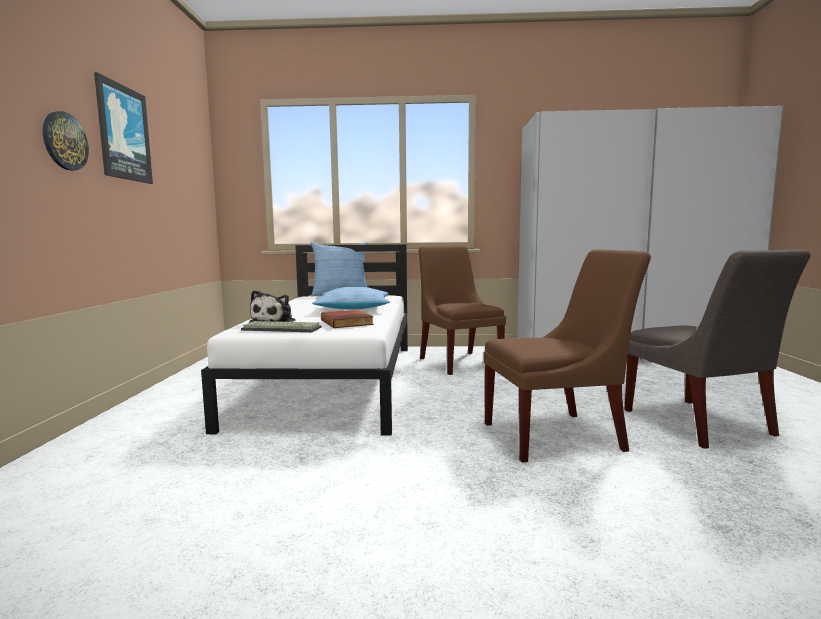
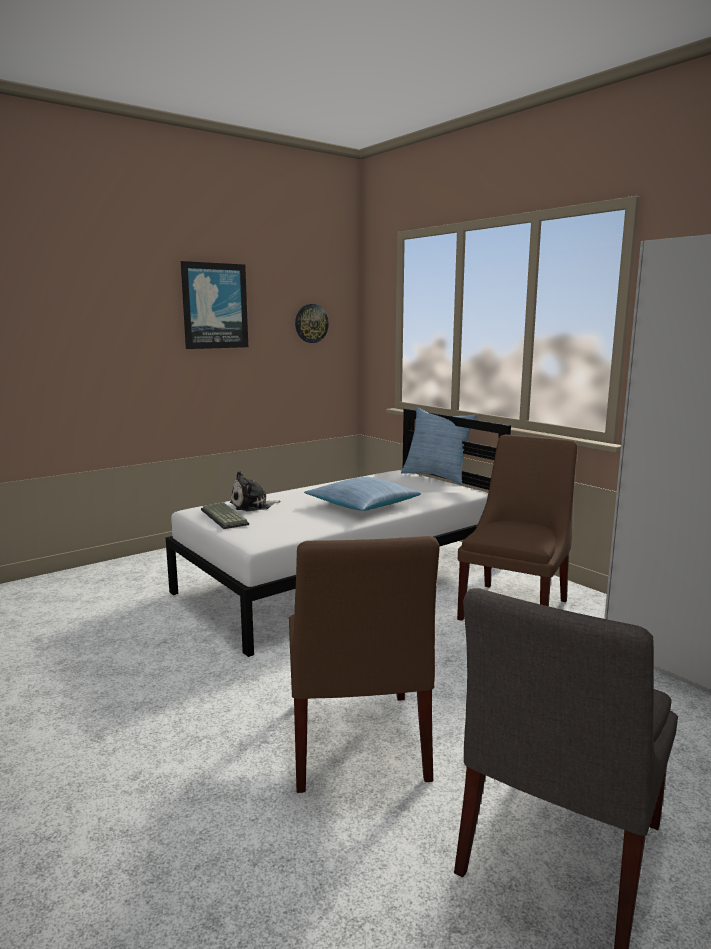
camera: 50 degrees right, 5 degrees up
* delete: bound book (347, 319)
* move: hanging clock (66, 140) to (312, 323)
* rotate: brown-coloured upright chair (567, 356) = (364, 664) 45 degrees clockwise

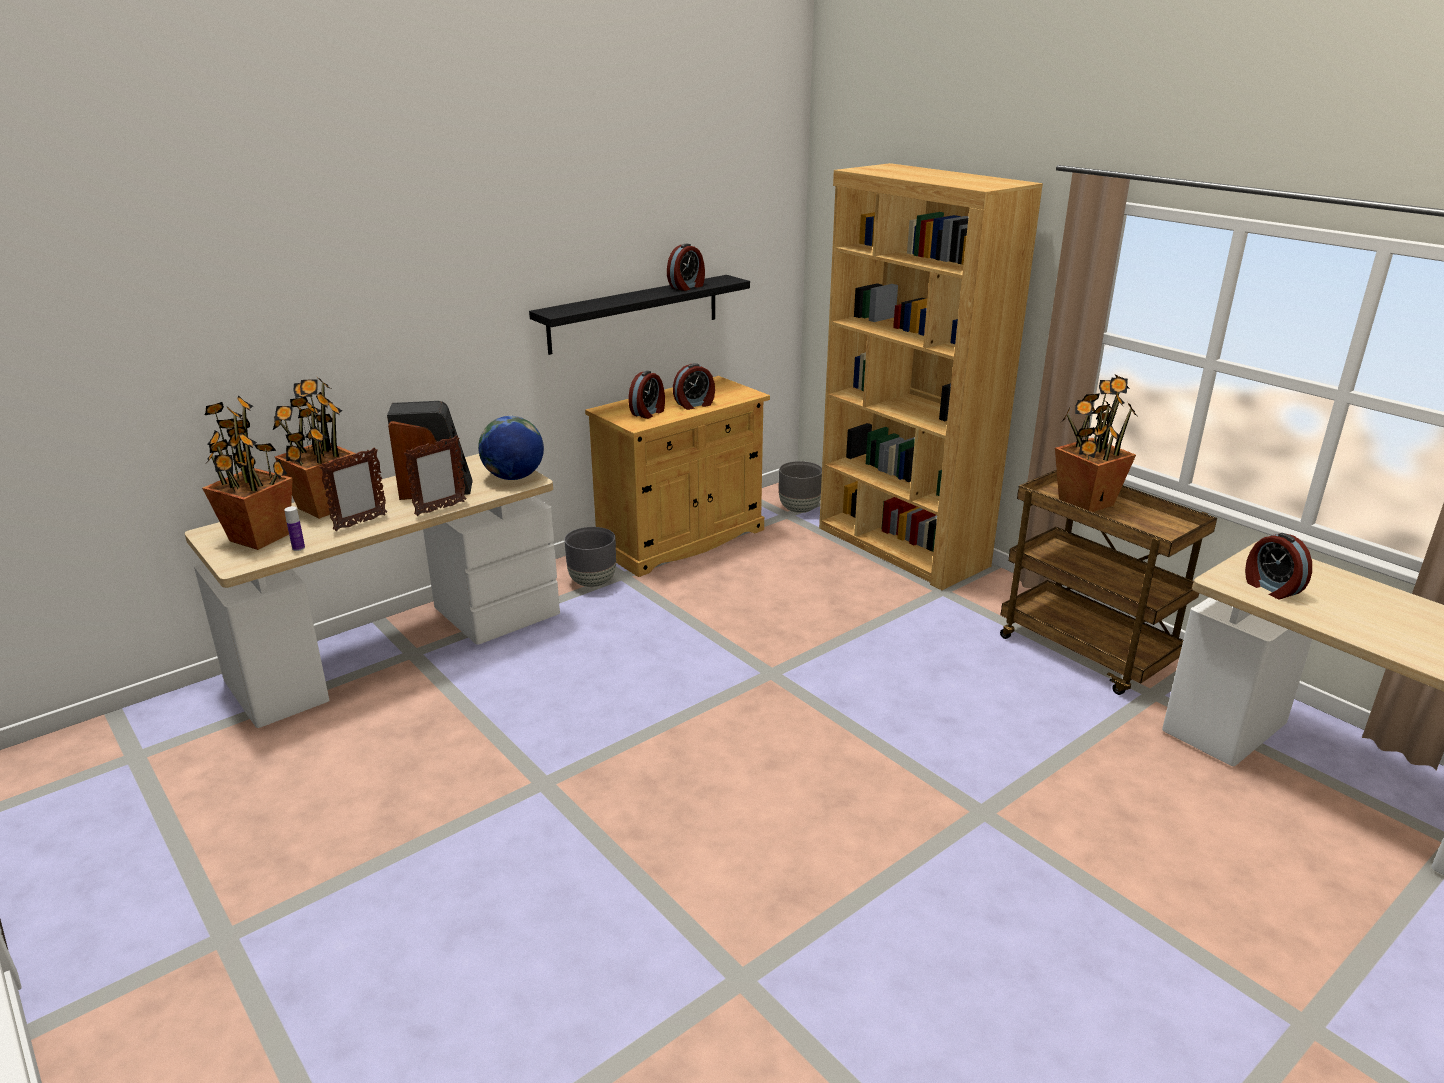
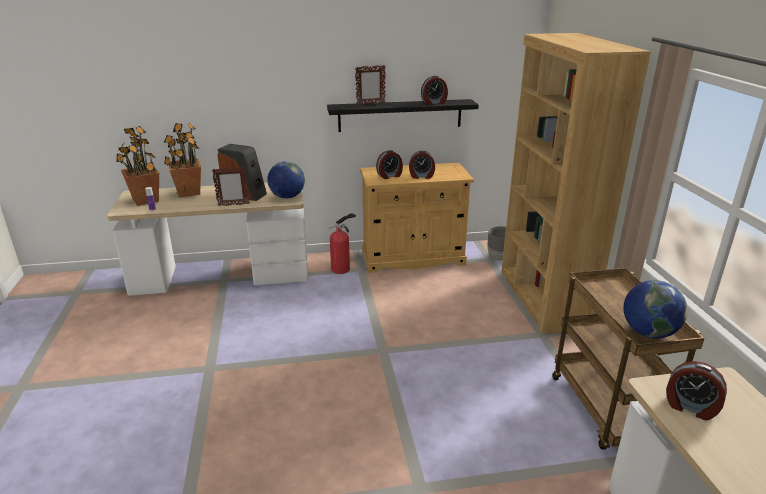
camera: 30 degrees right, 0 degrees up
* delete: plant in a pot (1096, 443)
* insert: globe (655, 309)
* move: standing frame (353, 489) to (370, 85)
* replace: greyish flower pot (590, 557) to fire-fighting cylinder (342, 243)
* rotate: table clock (1278, 566) = (696, 391) 60 degrees counterclockwise

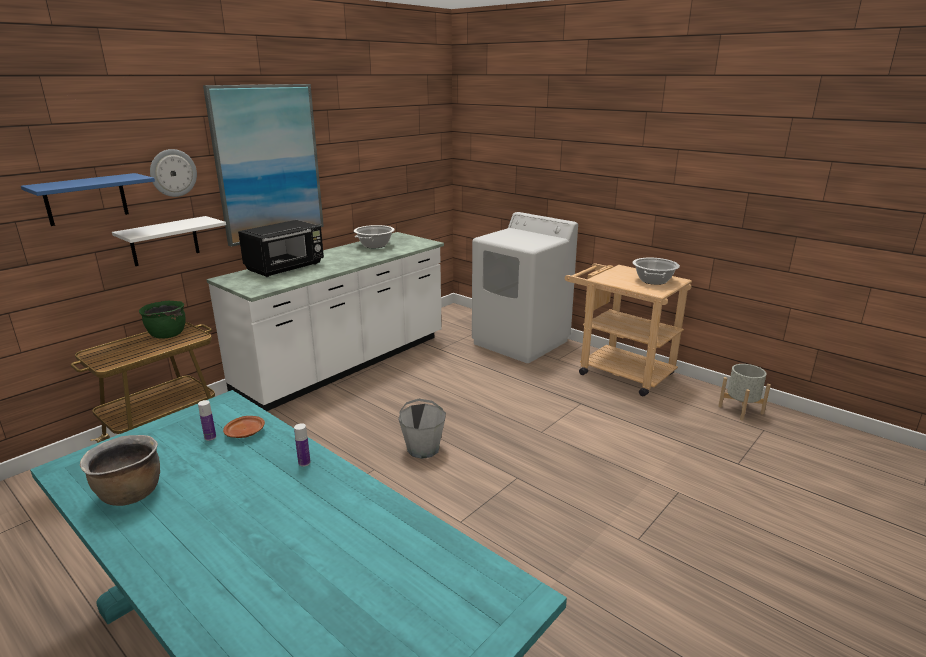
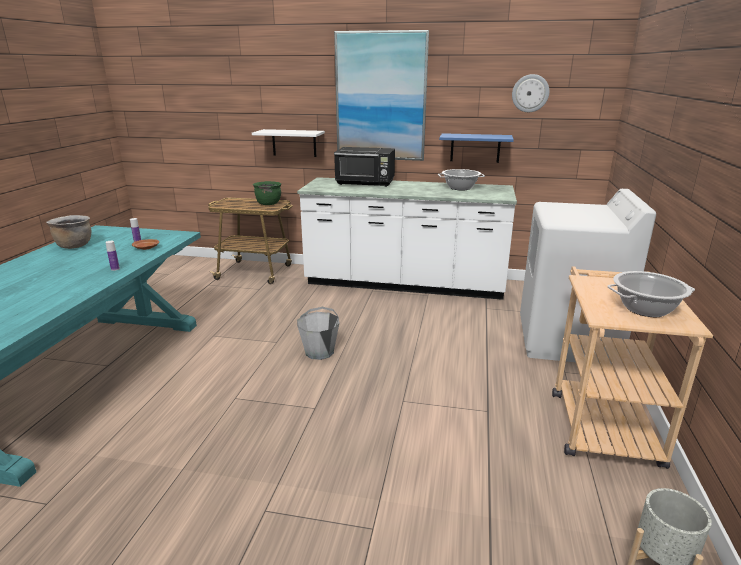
camera: 60 degrees right, 0 degrees up
* move: blue-coloured wall shelf (88, 199) to (476, 148)
* move: hanging clock (173, 173) to (530, 93)

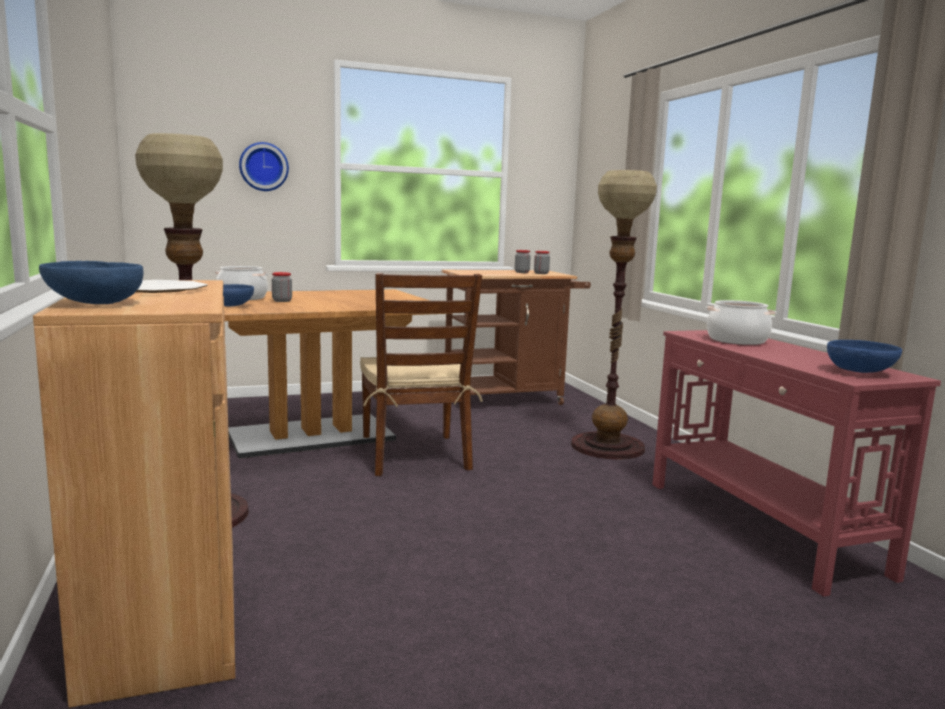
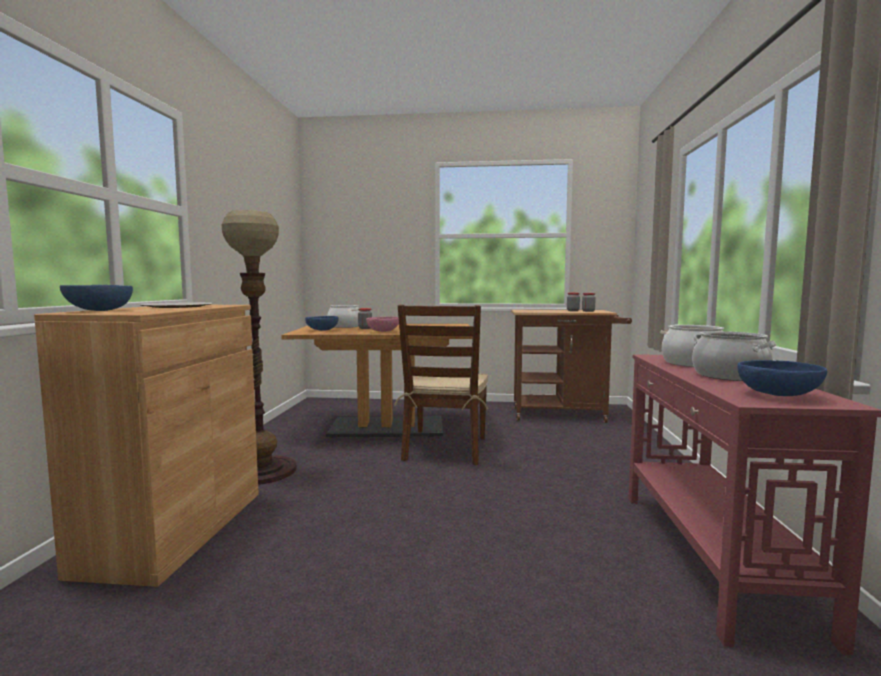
camera: 25 degrees right, 5 degrees down
* delete: hanging clock (264, 166)
* delete: standing lamp (614, 314)
* insert: pinkish deep dish (382, 324)
* insert: saucepot (734, 356)

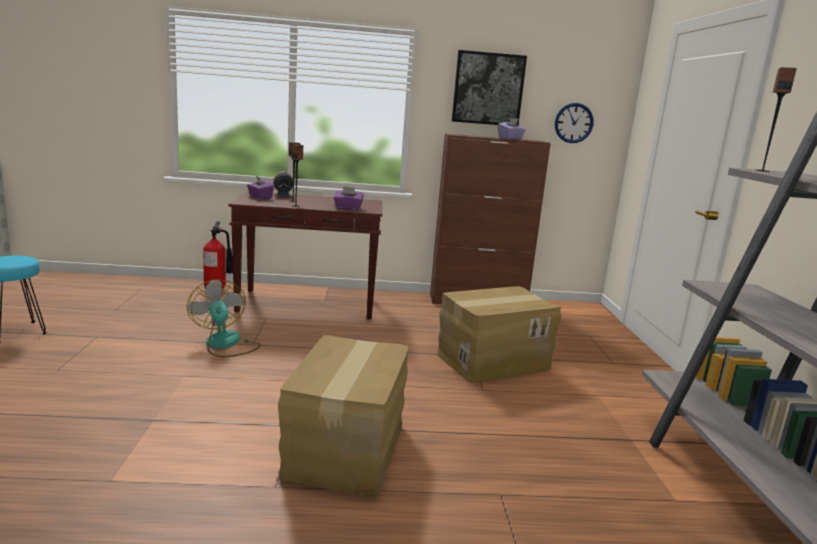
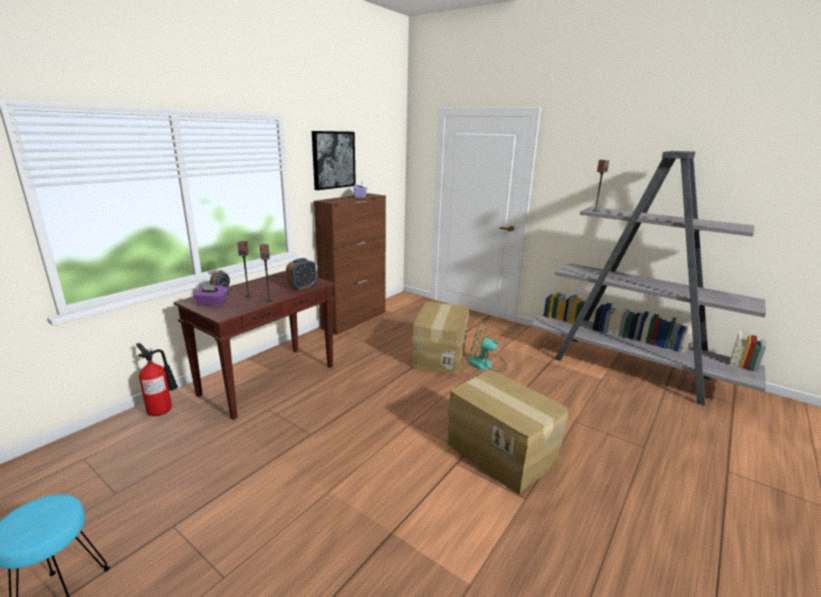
camera: 50 degrees left, 5 degrees up
* delete: hanging clock (574, 123)
* move: fan (224, 318) to (487, 347)
* replace: purple tissue holder (349, 198) to table clock (301, 274)

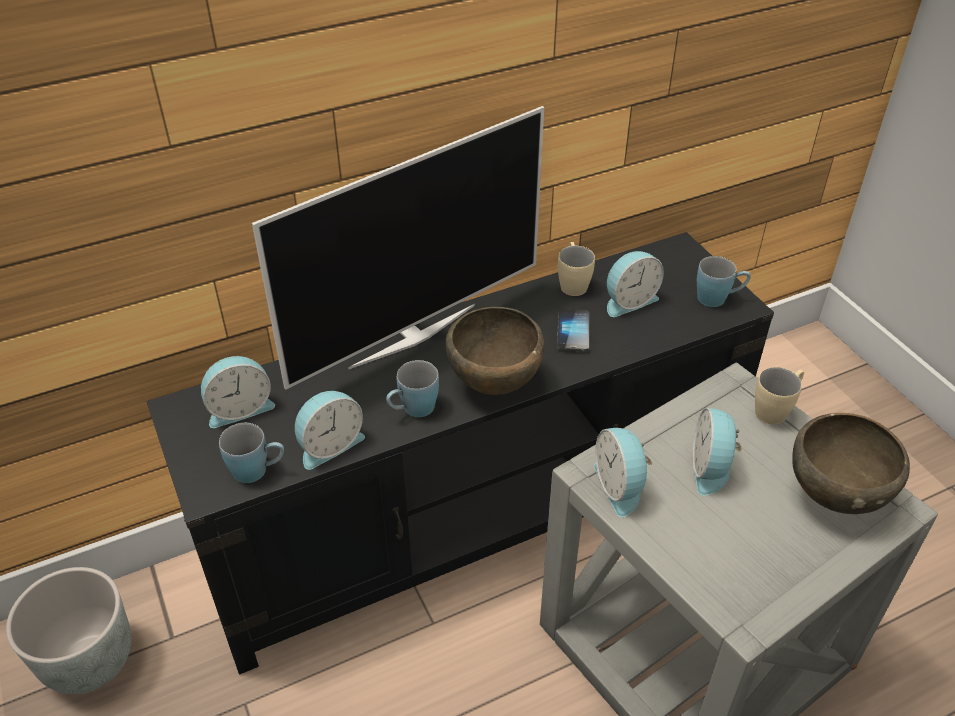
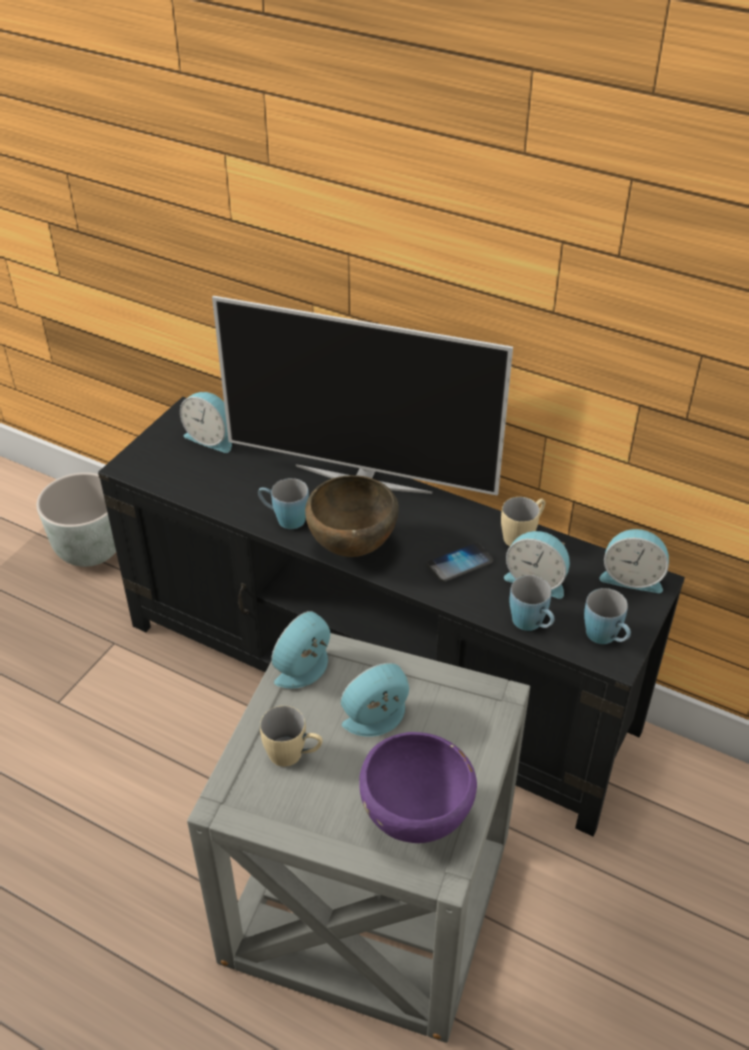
camera: 55 degrees right, 0 degrees up
* move: blue-coloured tea mug (251, 453) to (532, 603)
* move: table clock (330, 430) to (634, 561)
* move: sand-coloured tea mug (779, 396) to (291, 736)
* recolor: brown-coloured deep dish (851, 463) to purple deep dish (418, 787)

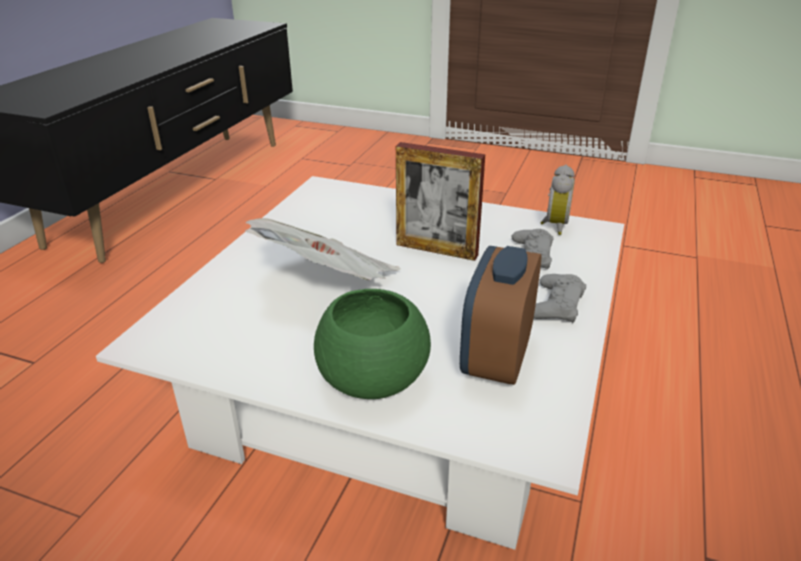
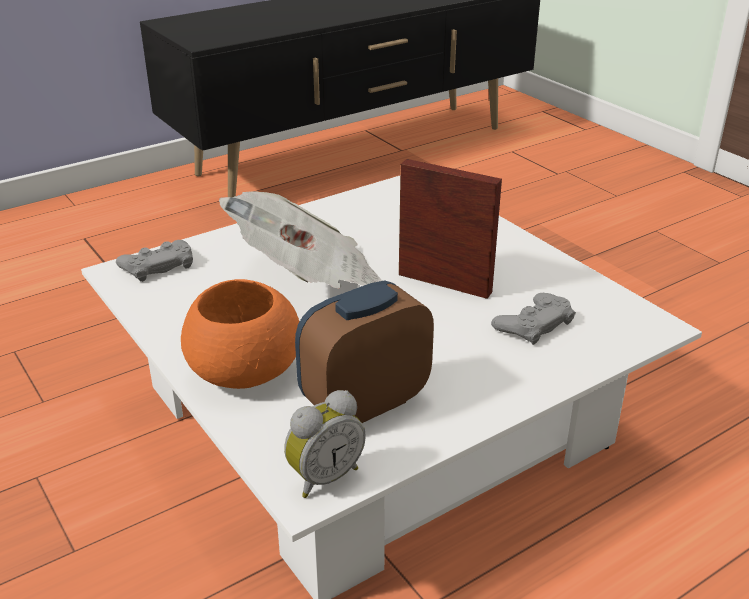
camera: 35 degrees right, 0 degrees up
* move: greyish game controller (560, 298) to (154, 261)
* move: table clock (558, 200) to (325, 444)
* recolor: green deep dish (372, 344) to orange-coloured deep dish (240, 334)
* rotate: standing frame (440, 201) = (450, 229) 150 degrees clockwise

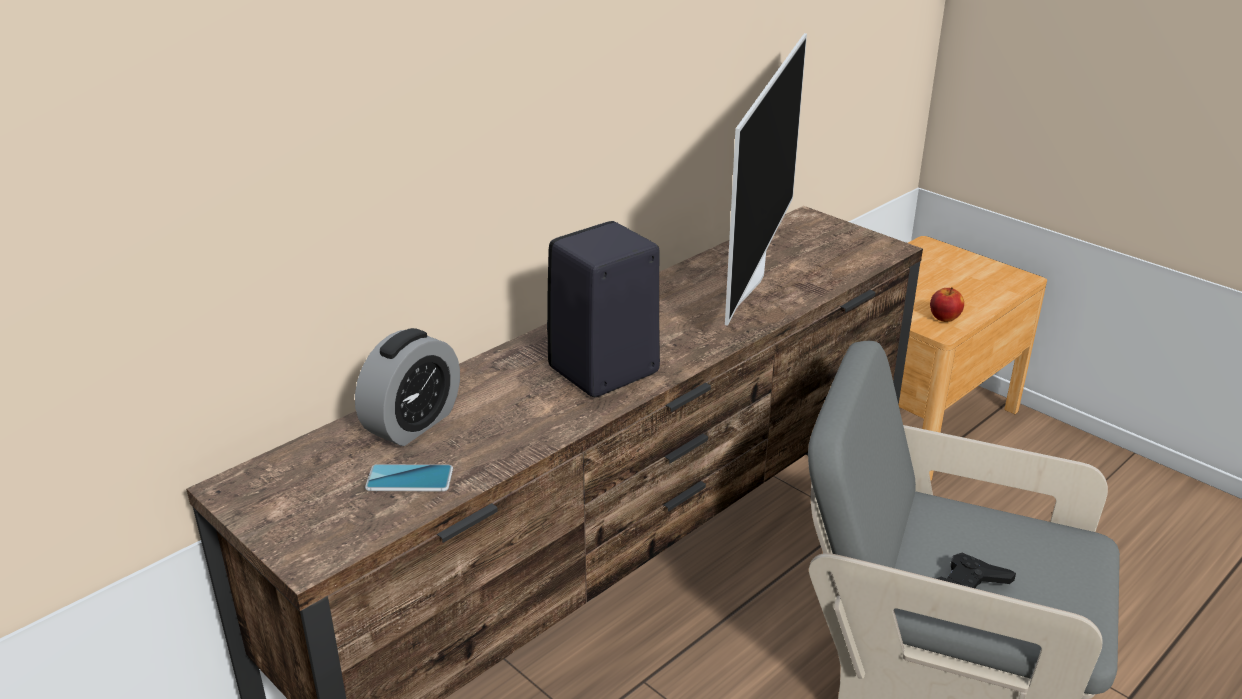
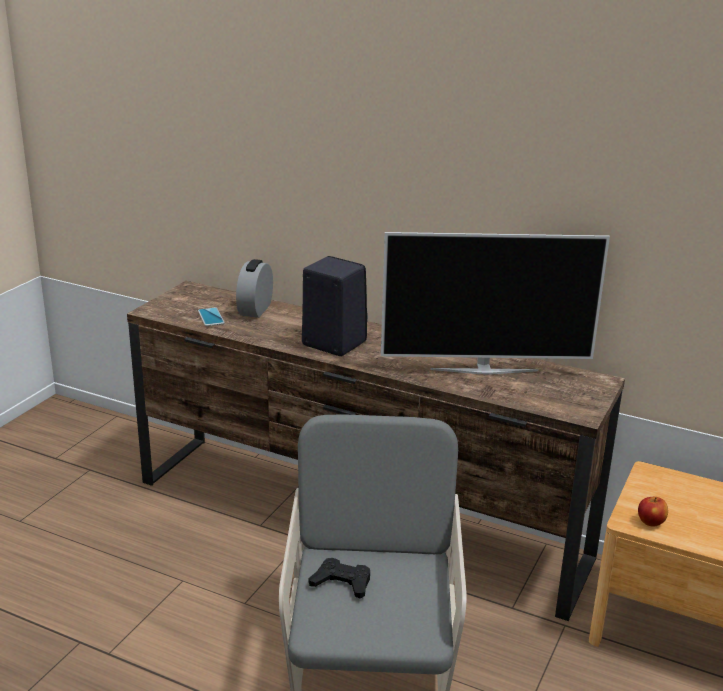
camera: 70 degrees right, 5 degrees down
* rotate: table clock (407, 387) = (254, 288) 90 degrees clockwise

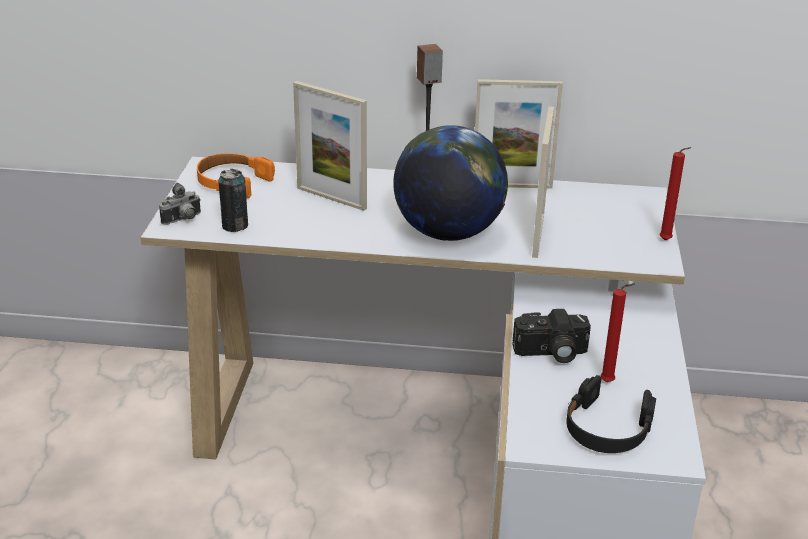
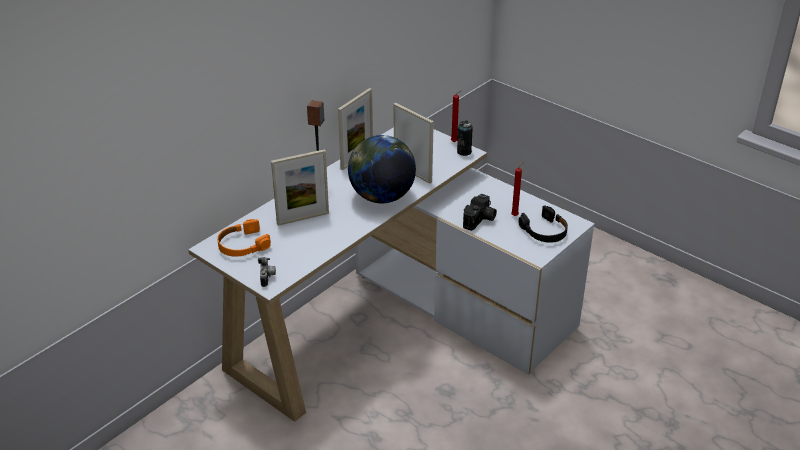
camera: 55 degrees left, 5 degrees up
* move: sealed can (233, 200) to (465, 138)

